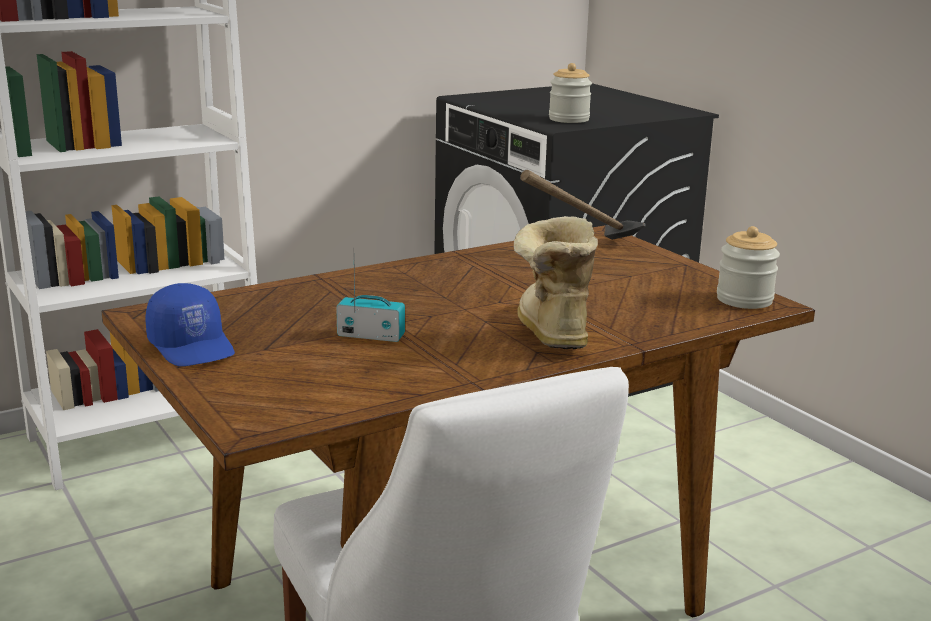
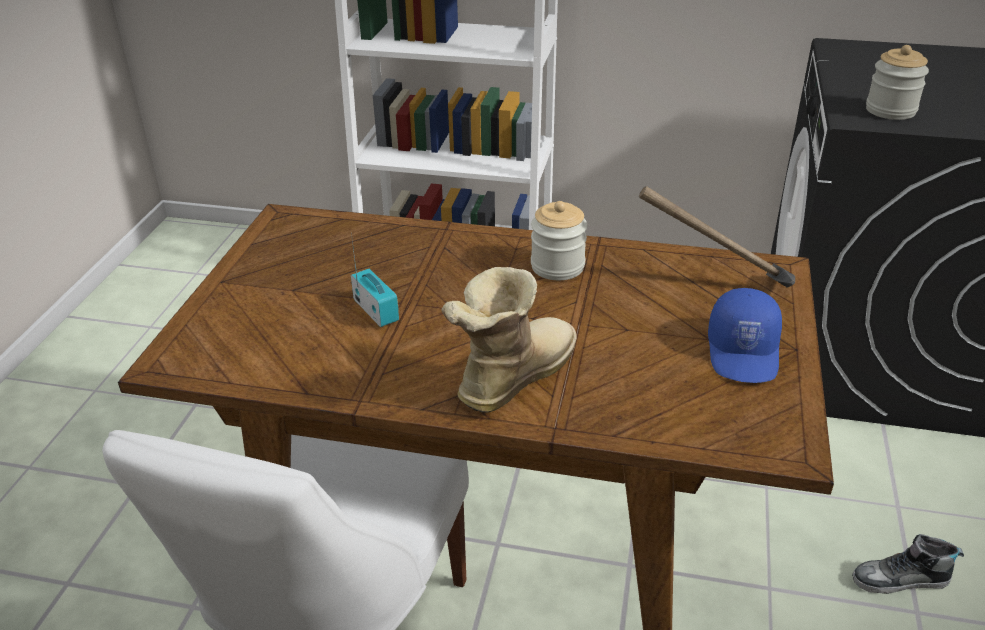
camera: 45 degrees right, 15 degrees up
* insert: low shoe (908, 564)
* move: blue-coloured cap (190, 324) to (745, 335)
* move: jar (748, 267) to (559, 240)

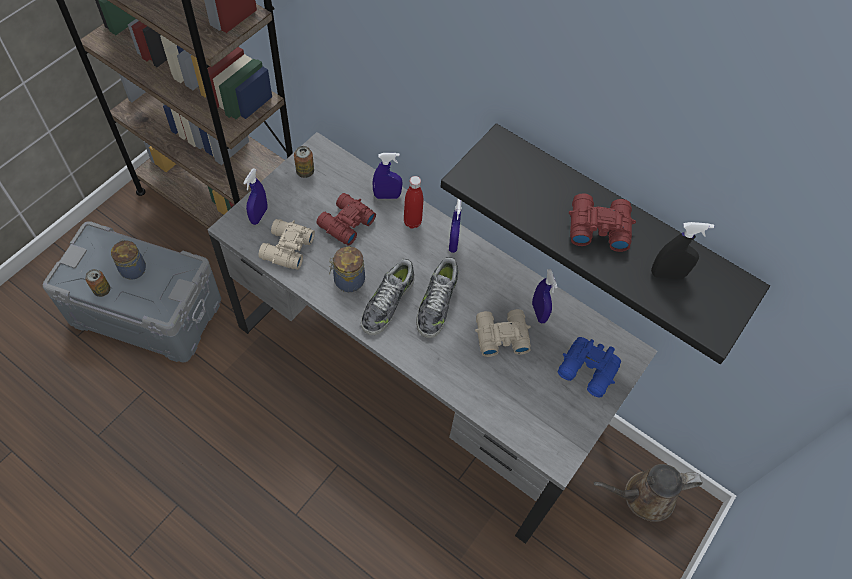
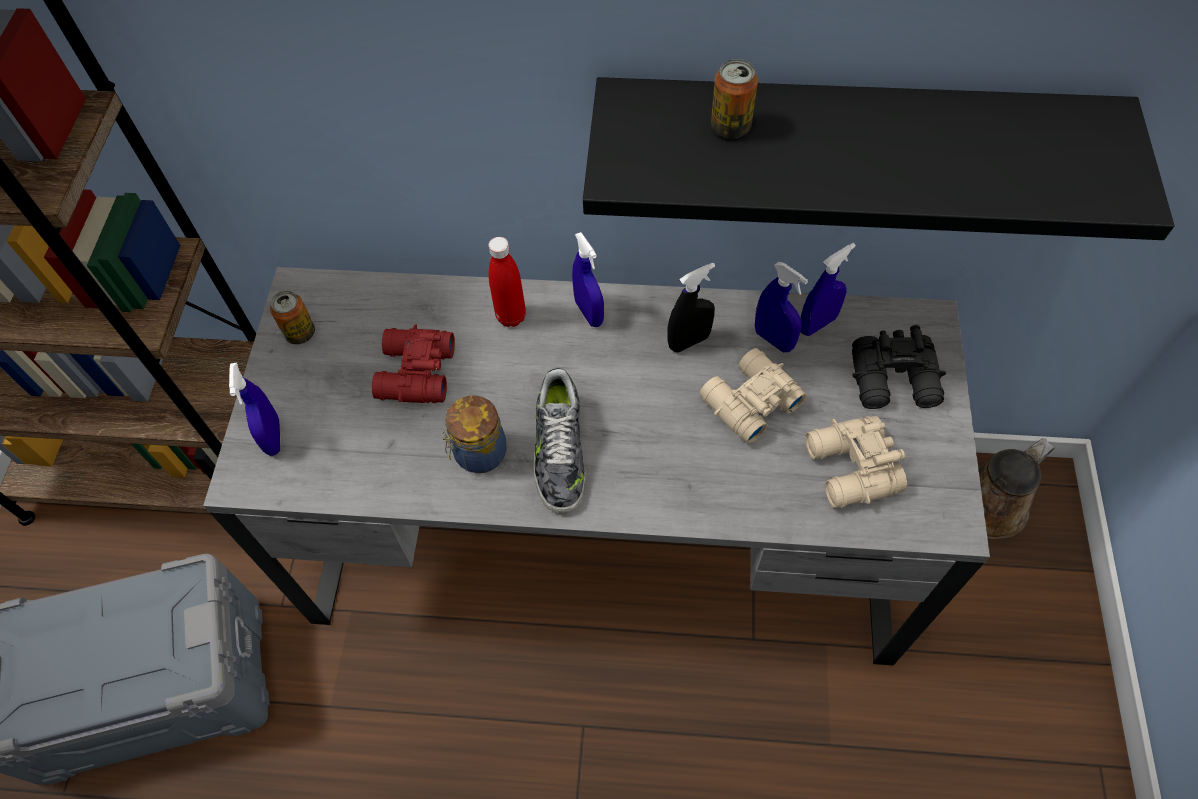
camera: 25 degrees left, 0 degrees up
* delete: jar (128, 259)
* delete: low shoe (437, 297)
* delete: red-coloured binoculars (602, 222)
* move: sealed can (97, 283) to (734, 98)
* move: sand-coloured binoculars (286, 244) to (856, 462)
* move: blue-coloured sprayer (388, 176) to (828, 289)
* move: black sprayer (682, 250) to (691, 307)
* recolor: blue-coloured binoculars (589, 367) to black binoculars (899, 367)

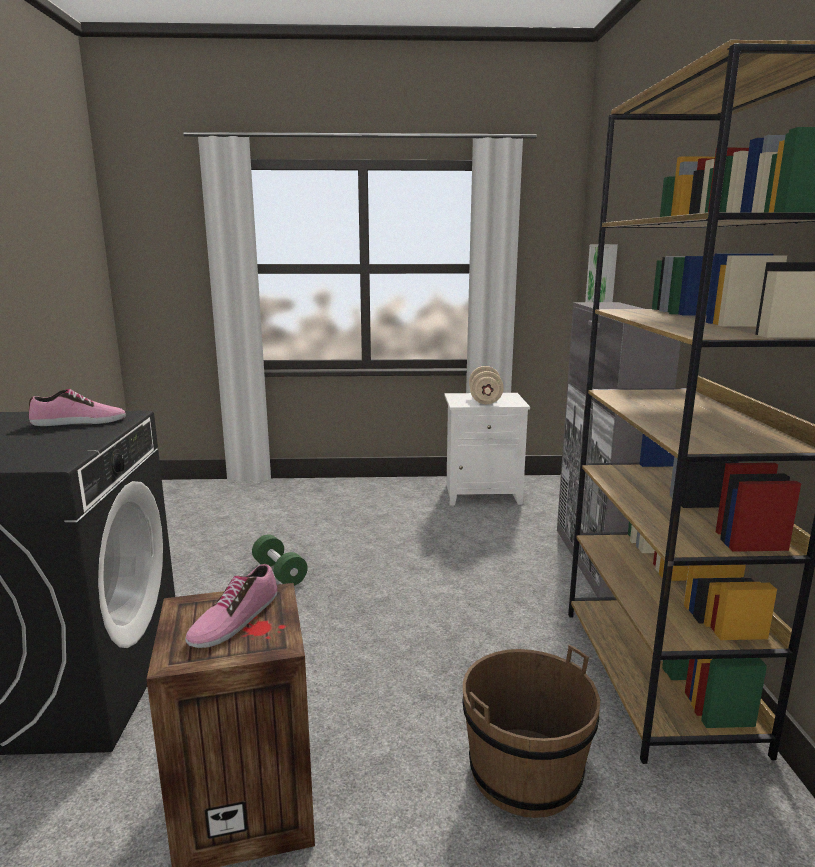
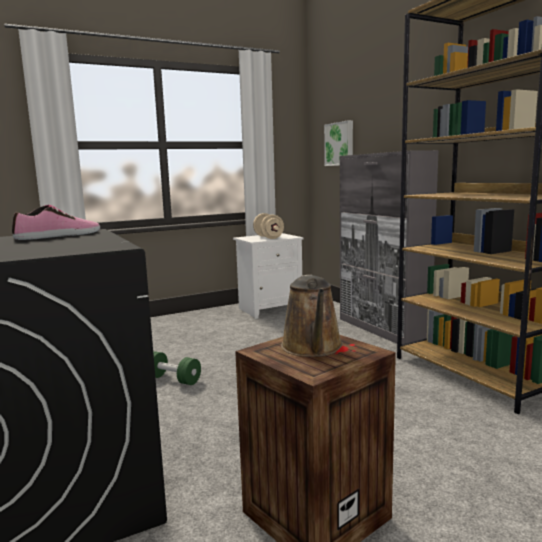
camera: 25 degrees left, 5 degrees down
* delete: brown-coloured water bucket (531, 731)
* replace: low shoe (231, 606) to brown-coloured watering pot (312, 316)

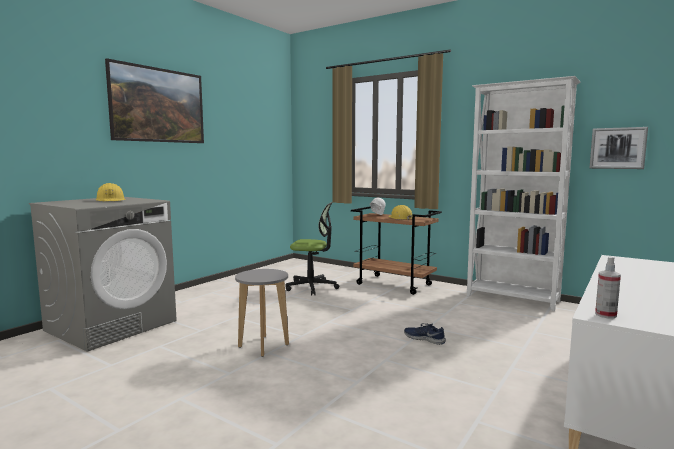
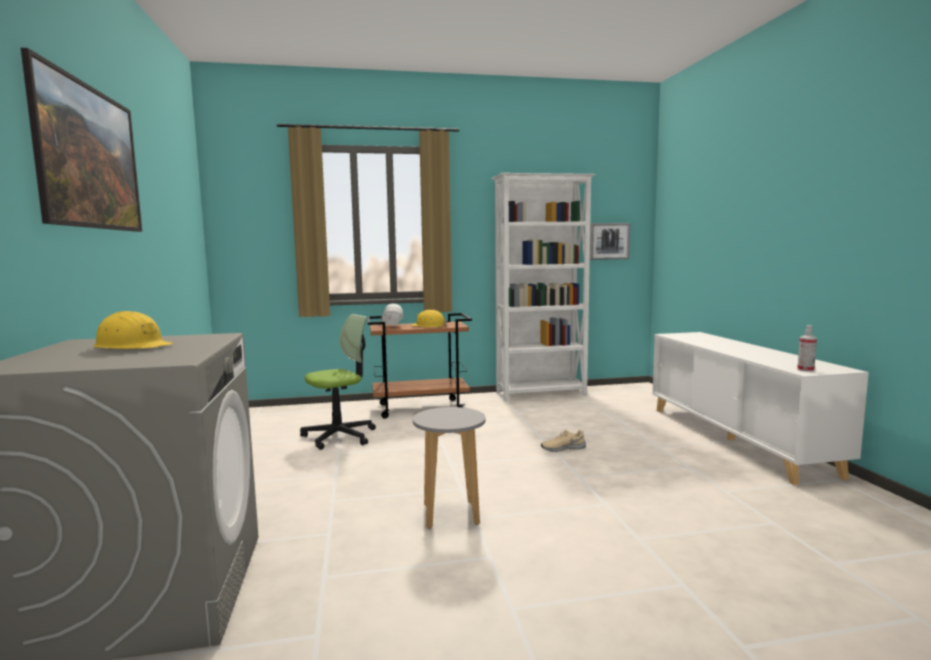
camera: 45 degrees left, 0 degrees up
* recolor: blue-coloured low shoe (425, 334) to sand-coloured low shoe (563, 441)

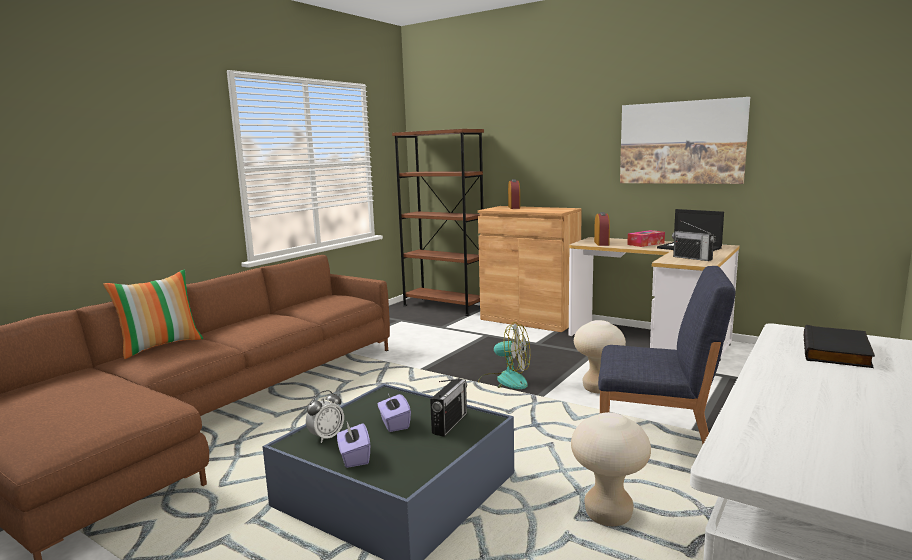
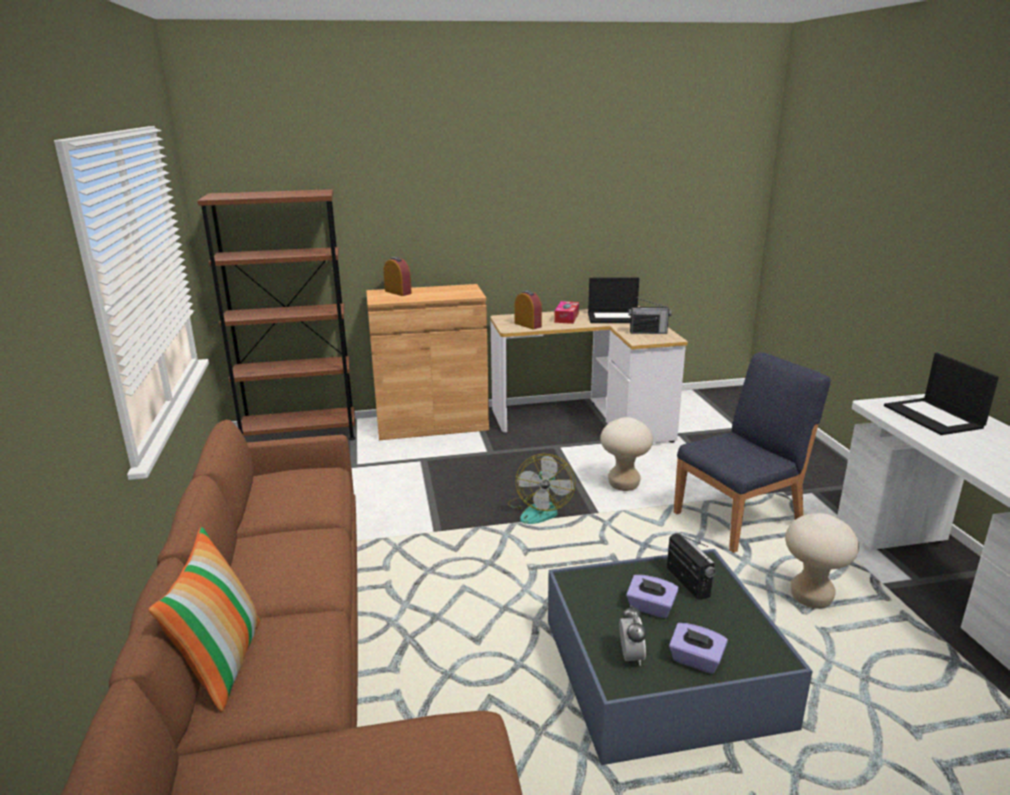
camera: 45 degrees left, 10 degrees up
* delete: wall picture (685, 140)
* replace: black bound book (839, 346) to laptop (941, 394)
* rotate: fan (504, 355) = (541, 489) 120 degrees clockwise

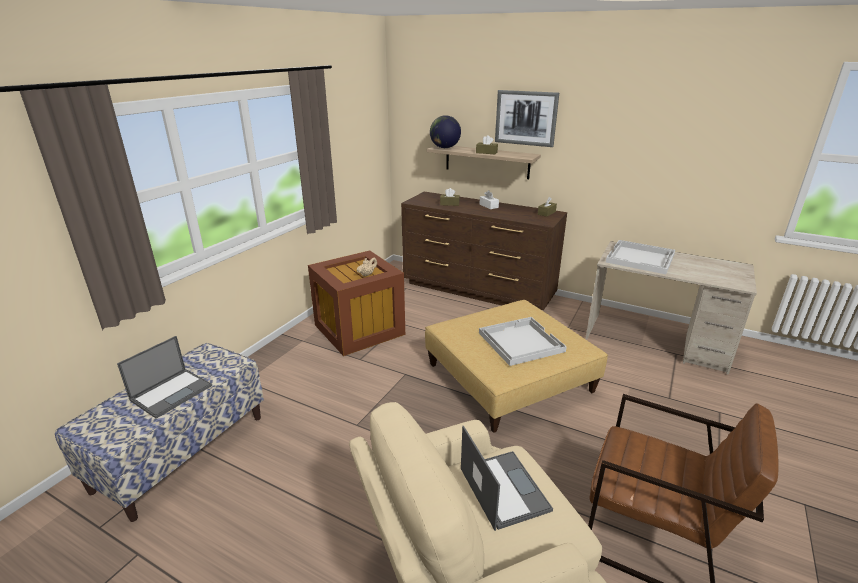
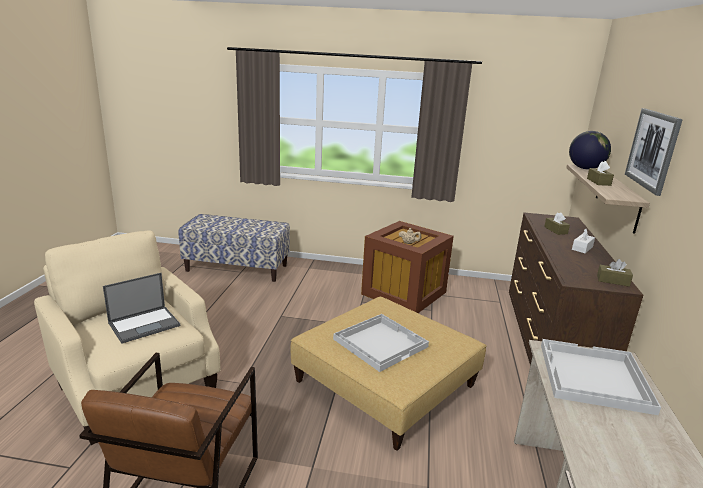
camera: 70 degrees right, 5 degrees down
* delete: laptop (164, 377)

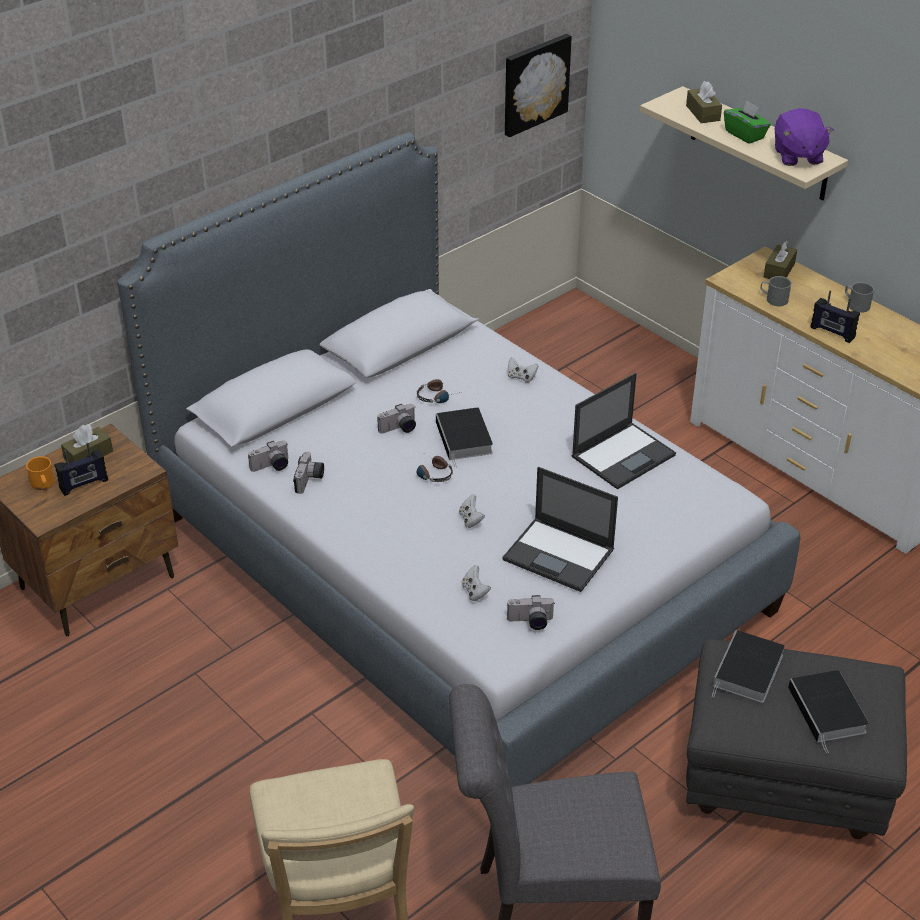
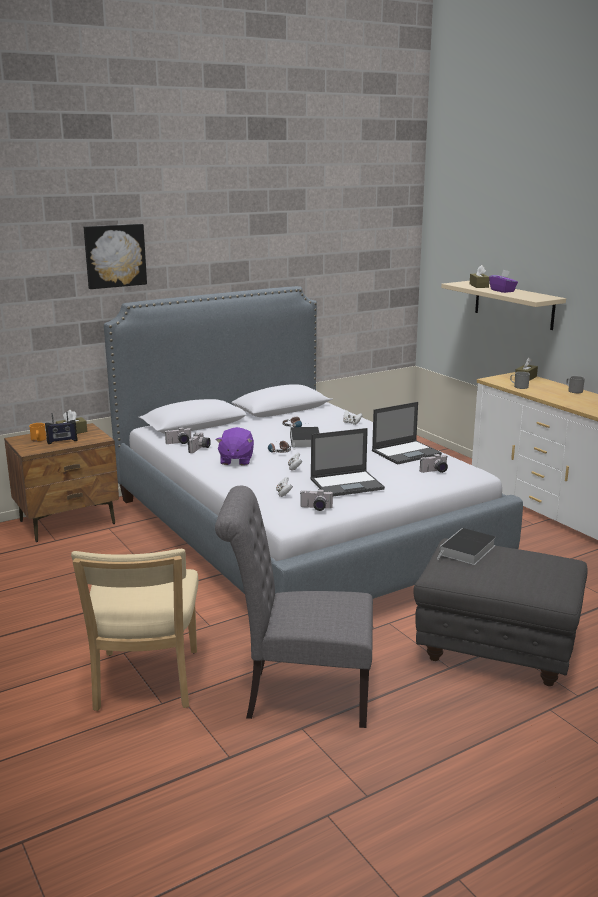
camera: 10 degrees right, 20 degrees down
* delete: bound book (828, 711)
* delete: radio receiver (835, 316)
* move: photo camera (396, 418) to (434, 463)
* move: wall picture (538, 85) to (115, 256)
* move: purple plush toy (804, 137) to (235, 446)
* recolor: green tissue holder (747, 122) to purple tissue holder (503, 281)
* rotate: laptop (560, 529) = (347, 462) 60 degrees counterclockwise

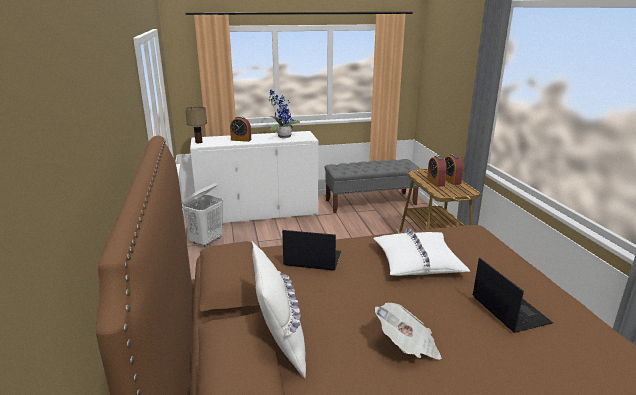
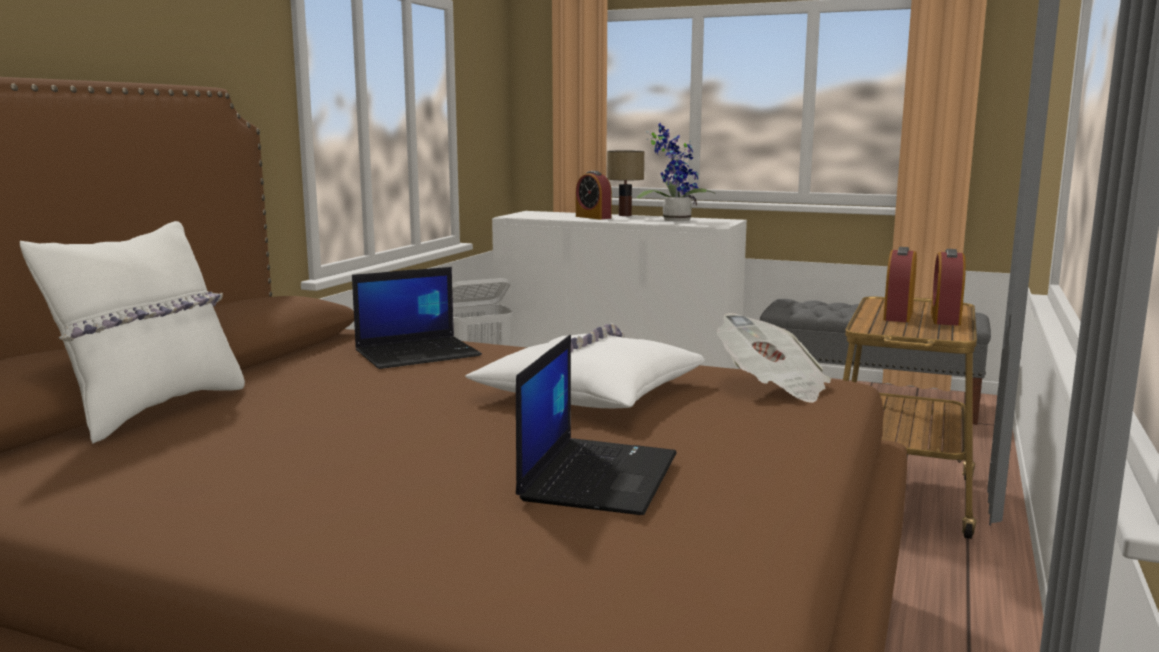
camera: 35 degrees right, 10 degrees down
* move: lamp for a table (196, 125) to (625, 183)
* move: newspaper (408, 331) to (774, 358)
* rotate: laptop (311, 250) = (417, 318) 105 degrees clockwise

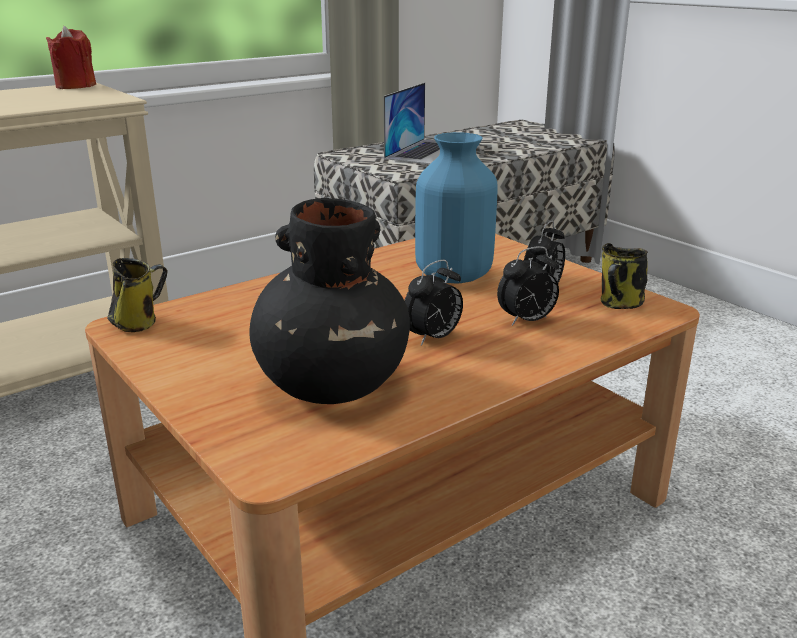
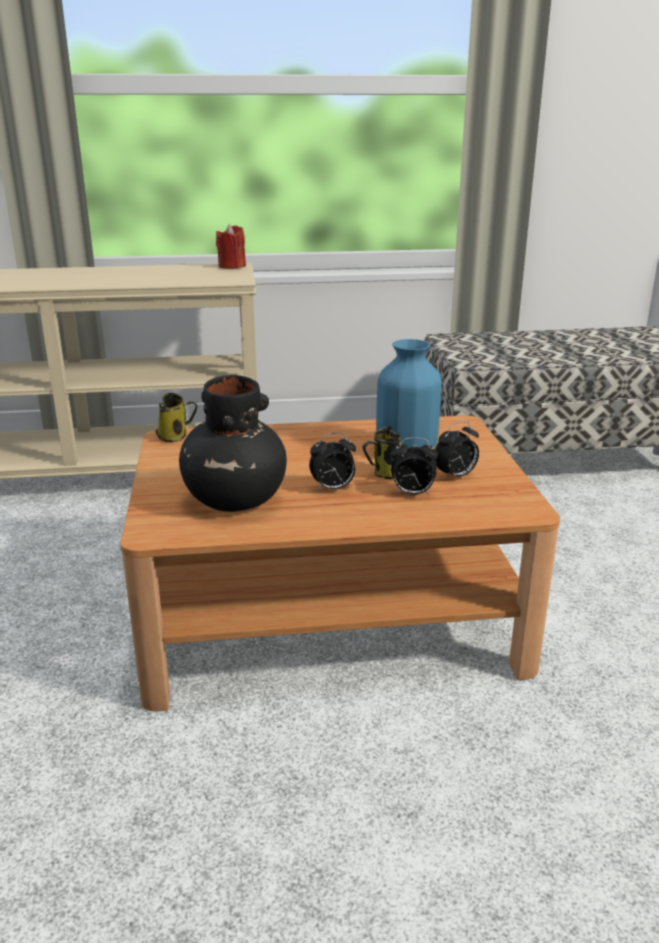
camera: 30 degrees right, 0 degrees up
* delete: laptop (431, 123)
* move: tea mug (624, 276) to (381, 452)

